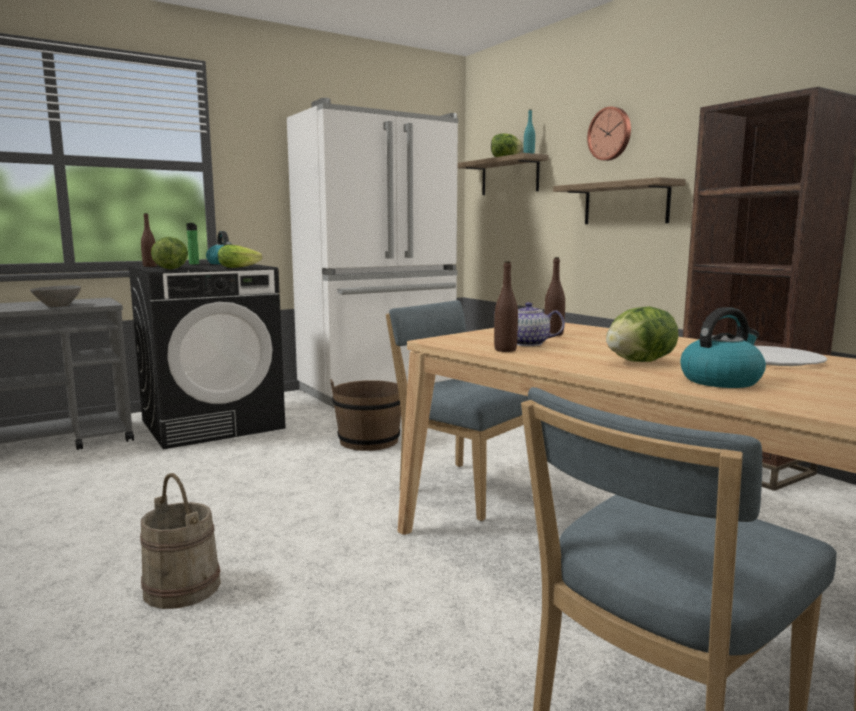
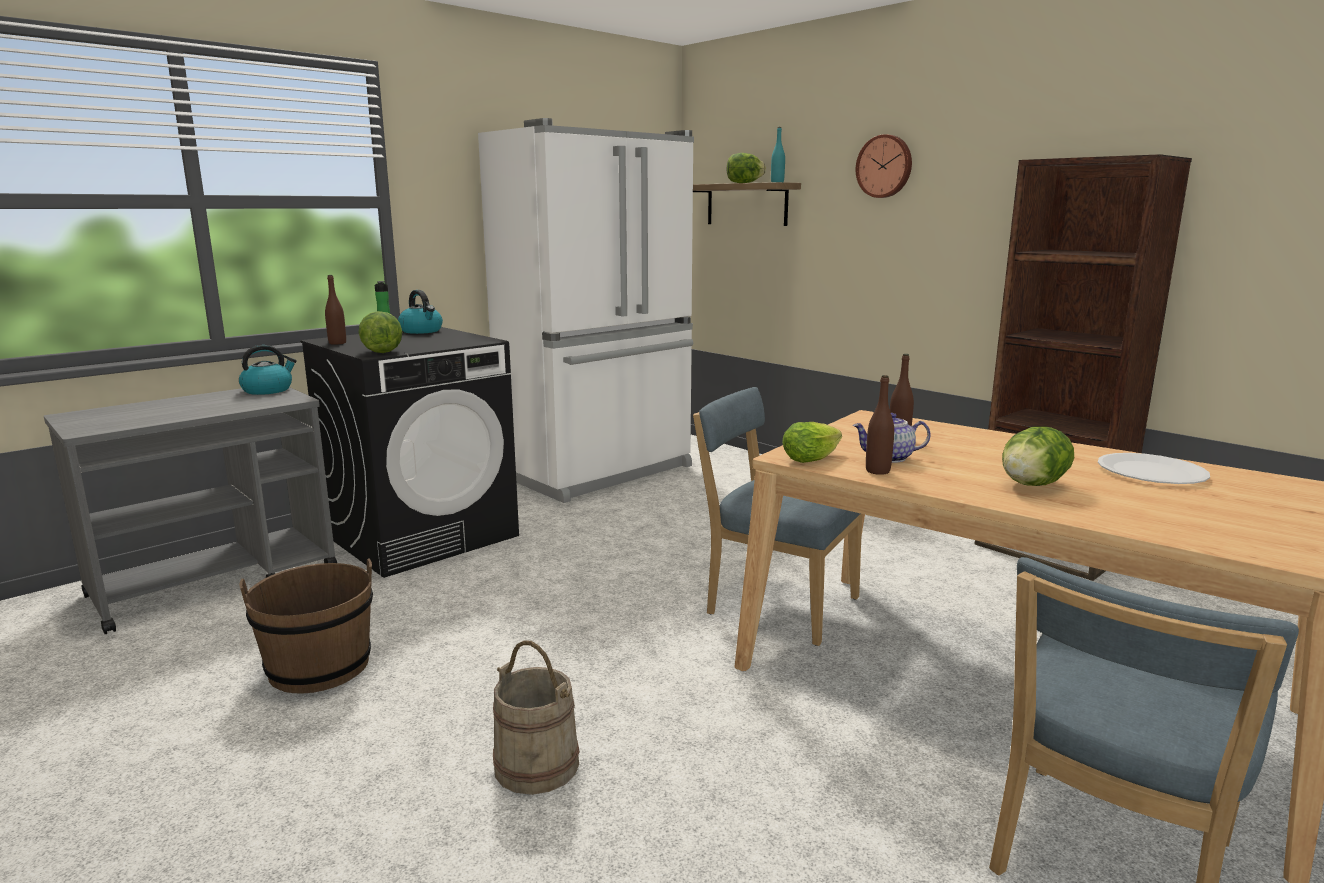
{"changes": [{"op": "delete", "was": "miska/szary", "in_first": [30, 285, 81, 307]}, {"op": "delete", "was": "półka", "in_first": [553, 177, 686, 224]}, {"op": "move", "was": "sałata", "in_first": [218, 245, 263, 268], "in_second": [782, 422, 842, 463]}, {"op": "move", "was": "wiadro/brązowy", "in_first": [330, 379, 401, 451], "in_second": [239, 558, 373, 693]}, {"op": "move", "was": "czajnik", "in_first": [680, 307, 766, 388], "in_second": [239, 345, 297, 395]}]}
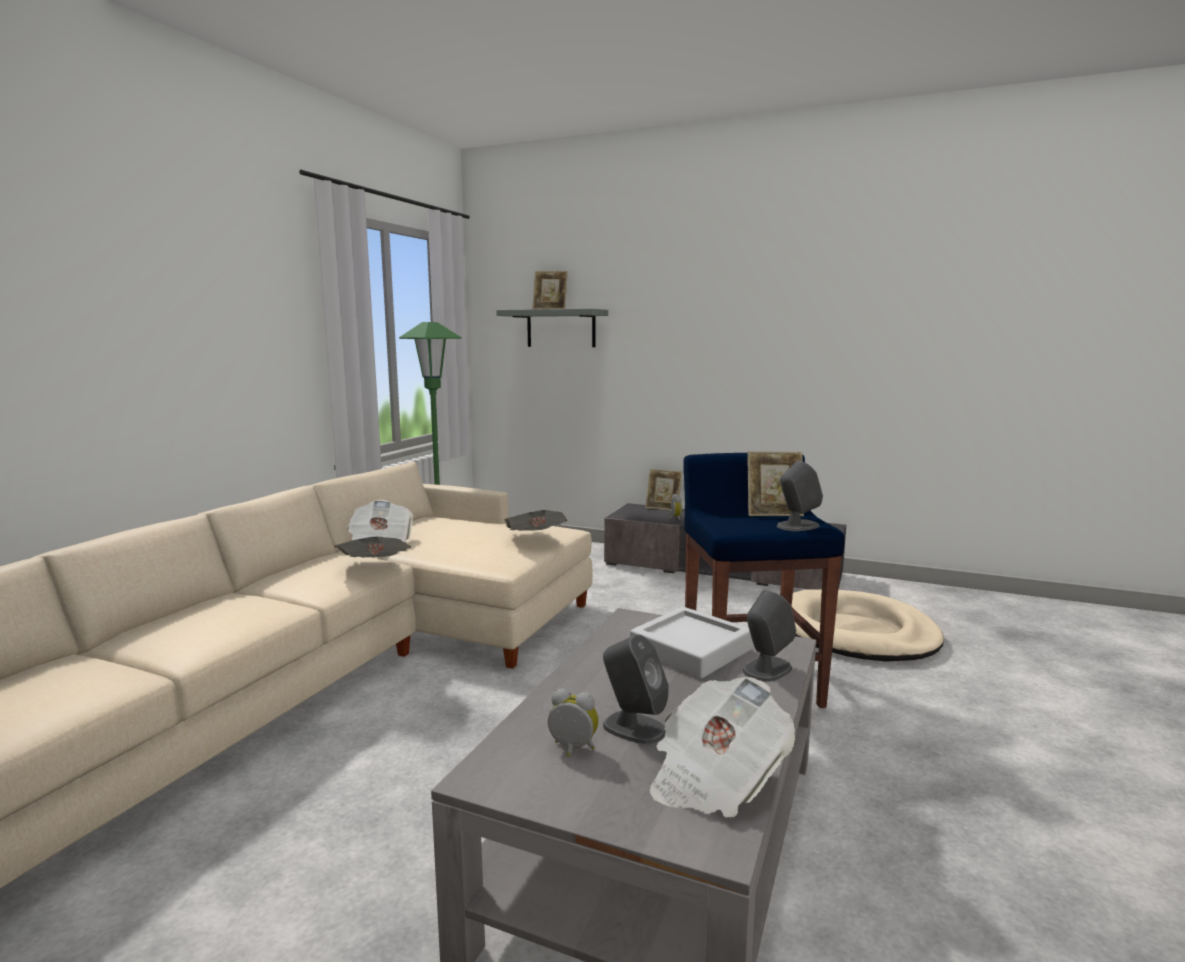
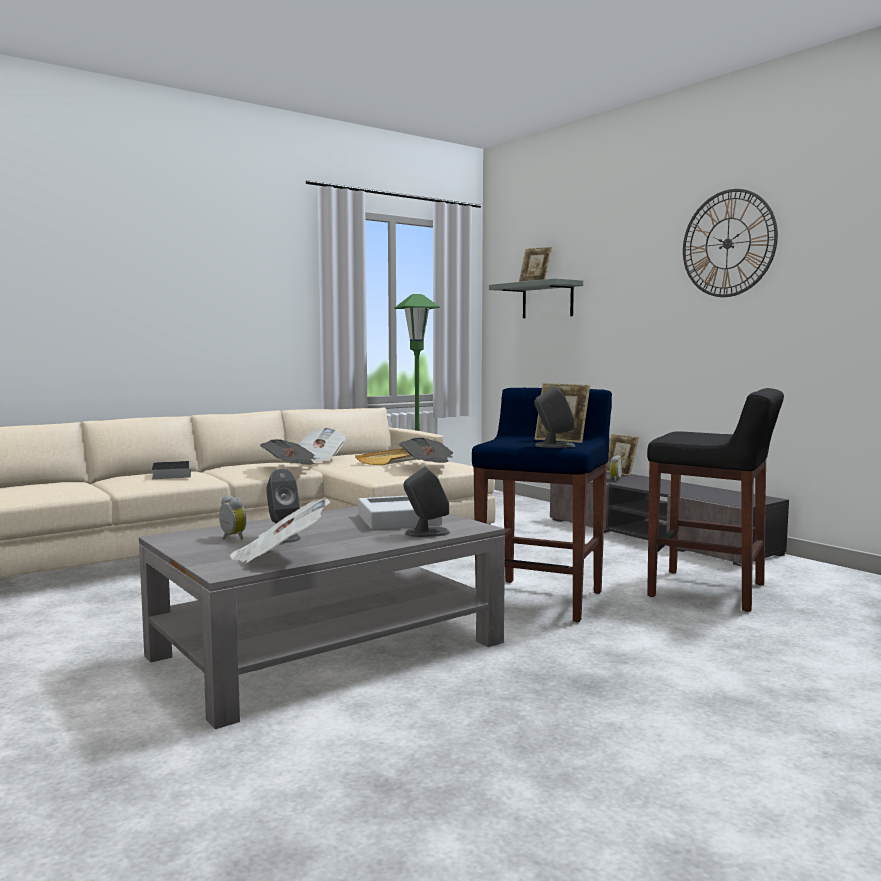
{"changes": [{"op": "insert", "now": "książka", "in_second": [151, 461, 191, 479]}, {"op": "insert", "now": "taca/beżowy", "in_second": [355, 448, 415, 465]}, {"op": "insert", "now": "zegar ścienny", "in_second": [683, 189, 778, 297]}, {"op": "replace", "was": "legowisko/beżowy", "now": "stołek/czarny", "in_first": [792, 589, 944, 662], "in_second": [647, 388, 784, 612]}]}
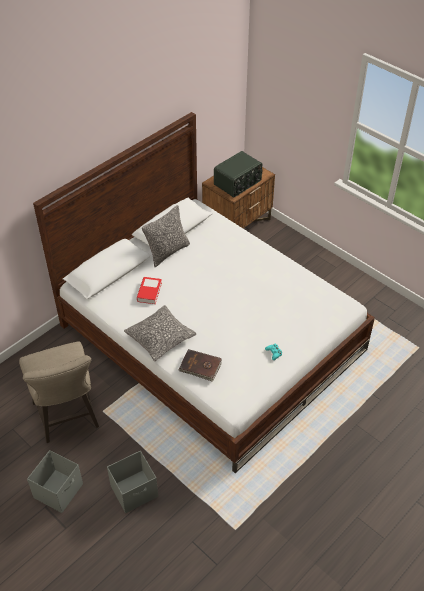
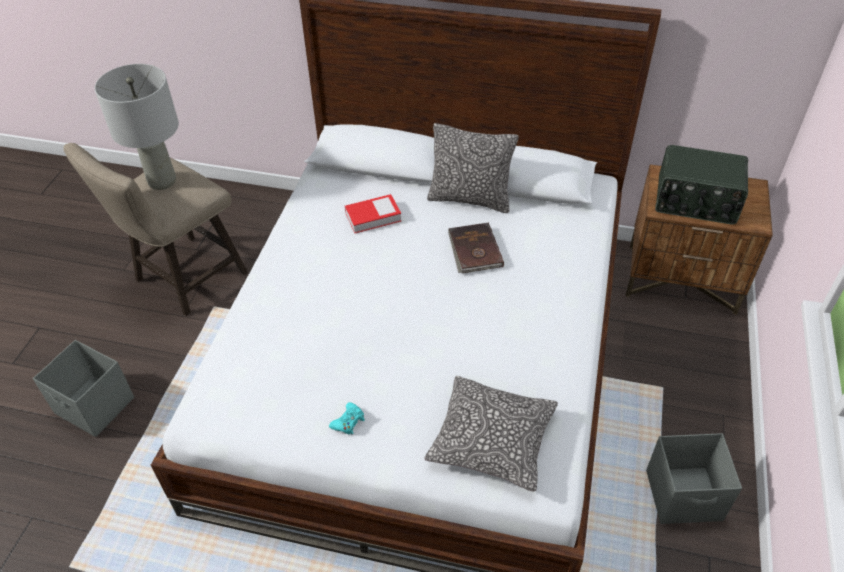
{"changes": [{"op": "insert", "now": "lampa stołowa/szary", "in_second": [94, 64, 179, 190]}, {"op": "move", "was": "pojemnik do przechowywania/szary", "in_first": [27, 450, 83, 513], "in_second": [646, 433, 742, 524]}, {"op": "move", "was": "poduszka", "in_first": [124, 305, 196, 361], "in_second": [424, 376, 558, 492]}, {"op": "move", "was": "książka/brązowy", "in_first": [179, 349, 222, 382], "in_second": [448, 222, 504, 273]}]}
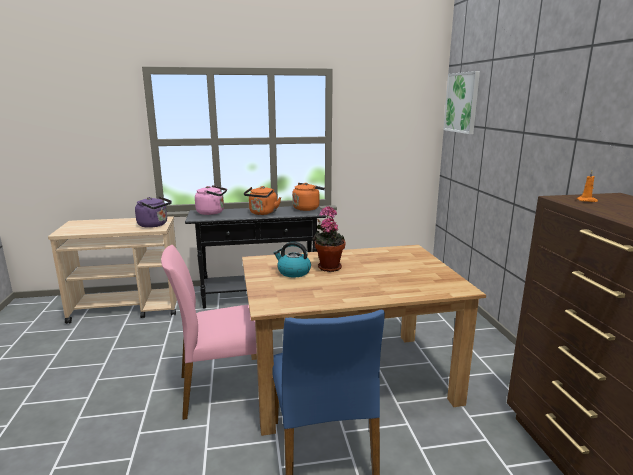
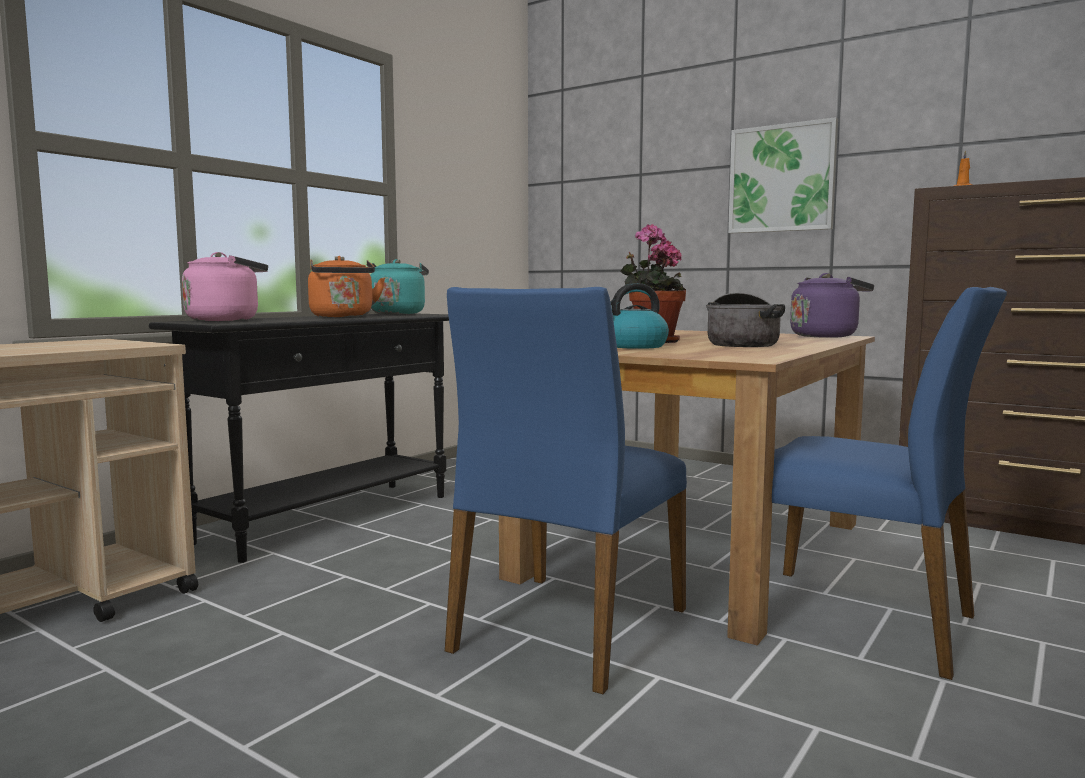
{"changes": [{"op": "insert", "now": "garnek", "in_second": [706, 293, 785, 347]}, {"op": "move", "was": "czajnik/fioletowy", "in_first": [135, 196, 172, 228], "in_second": [790, 273, 874, 338]}, {"op": "move", "was": "obraz", "in_first": [443, 71, 480, 134], "in_second": [728, 117, 838, 233]}, {"op": "recolor", "was": "krzesło/różowy", "now": "krzesło/niebieski", "in_first": [161, 245, 257, 420], "in_second": [445, 287, 687, 694]}, {"op": "recolor", "was": "czajnik/pomarańczowy", "now": "czajnik/turkusowy", "in_first": [292, 183, 325, 211], "in_second": [370, 259, 429, 314]}]}
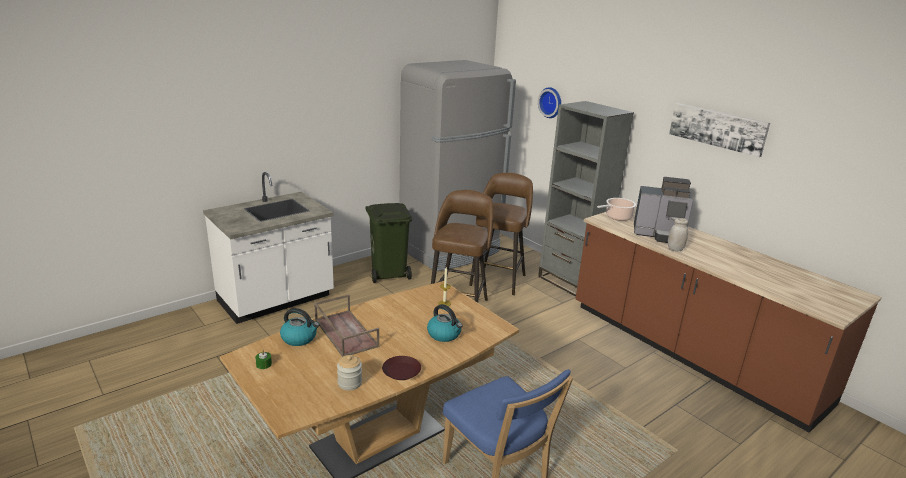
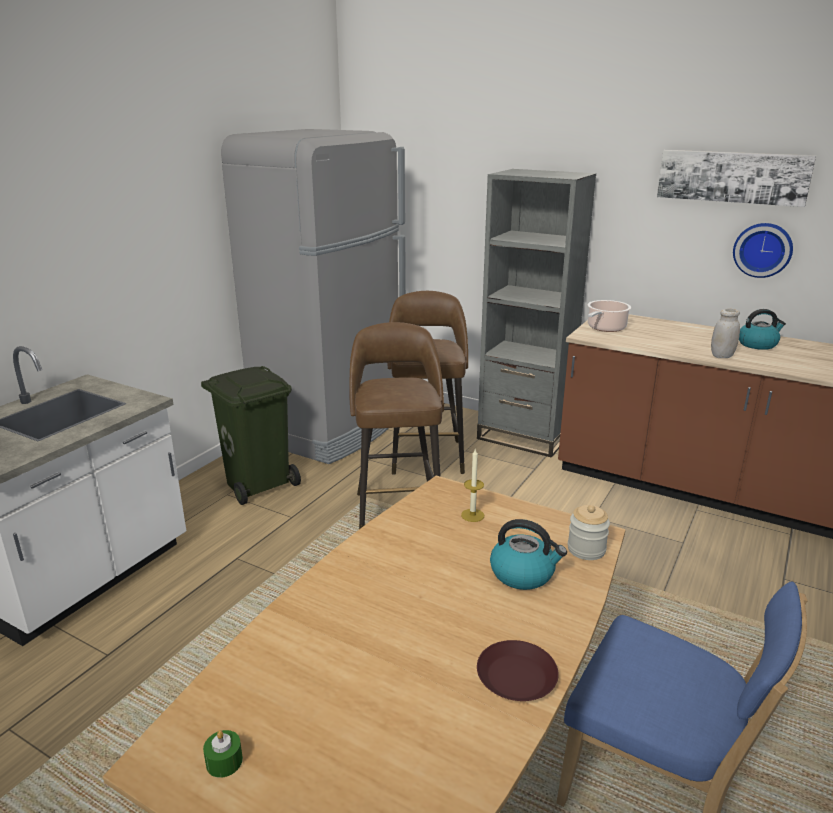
{"changes": [{"op": "delete", "was": "taca/brązowy", "in_first": [314, 295, 380, 357]}, {"op": "delete", "was": "ekspres do kawy", "in_first": [634, 177, 694, 243]}, {"op": "move", "was": "czajnik", "in_first": [280, 308, 319, 346], "in_second": [739, 309, 786, 350]}, {"op": "move", "was": "słoik", "in_first": [337, 355, 362, 390], "in_second": [568, 505, 610, 560]}, {"op": "move", "was": "zegar ścienny", "in_first": [538, 87, 561, 118], "in_second": [733, 223, 793, 278]}]}
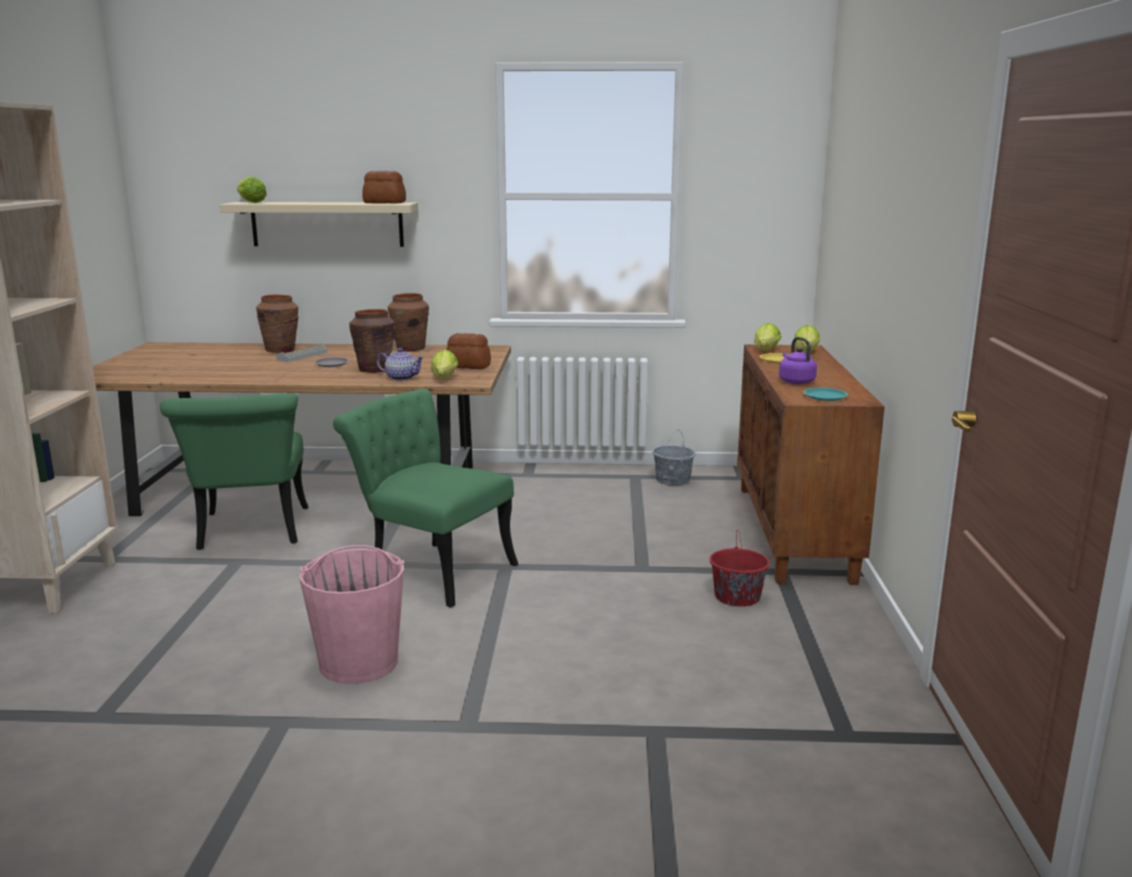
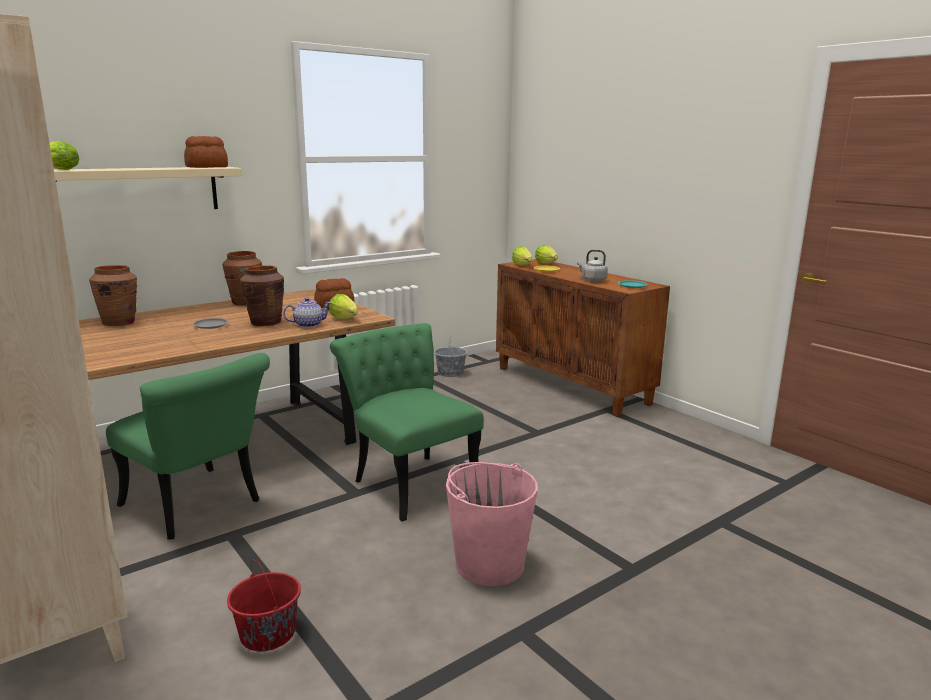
{"changes": [{"op": "delete", "was": "taca/szary", "in_first": [276, 343, 328, 363]}, {"op": "move", "was": "wiadro/czerwony", "in_first": [710, 531, 770, 606], "in_second": [227, 559, 301, 651]}, {"op": "recolor", "was": "czajnik/fioletowy", "now": "czajnik/szary", "in_first": [779, 337, 817, 384], "in_second": [577, 250, 608, 282]}, {"op": "rotate", "was": "krzesło/zielony", "in_first": [333, 389, 518, 608], "in_second": [330, 323, 484, 521], "clockwise": 60}]}
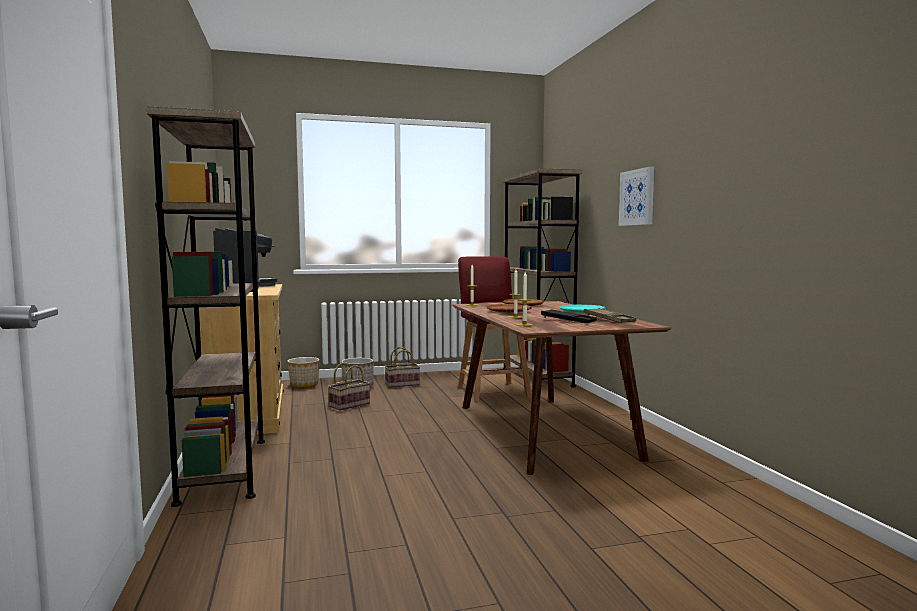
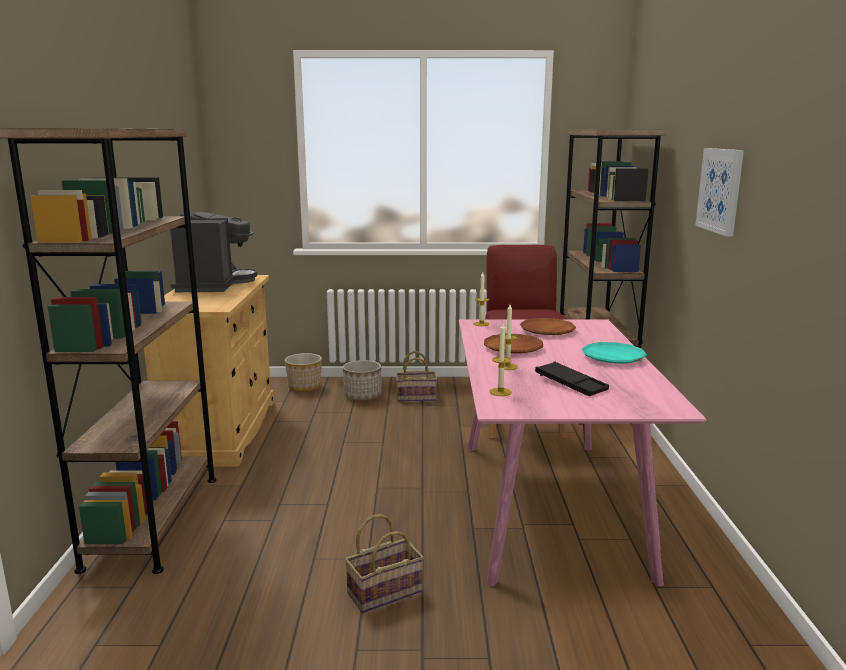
{"changes": [{"op": "delete", "was": "taca/brązowy", "in_first": [584, 308, 636, 323]}, {"op": "move", "was": "koszyk", "in_first": [328, 363, 370, 411], "in_second": [345, 514, 424, 613]}, {"op": "recolor", "was": "stół jadalny/brązowy", "now": "stół jadalny/różowy", "in_first": [452, 301, 671, 475], "in_second": [459, 319, 706, 586]}]}
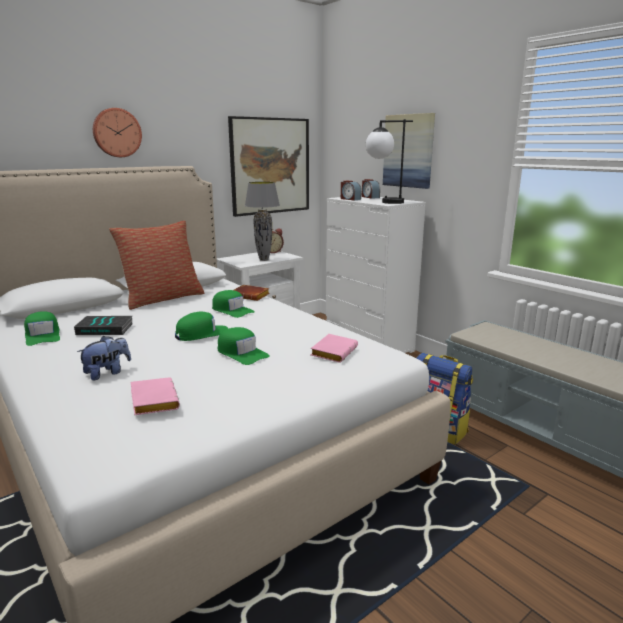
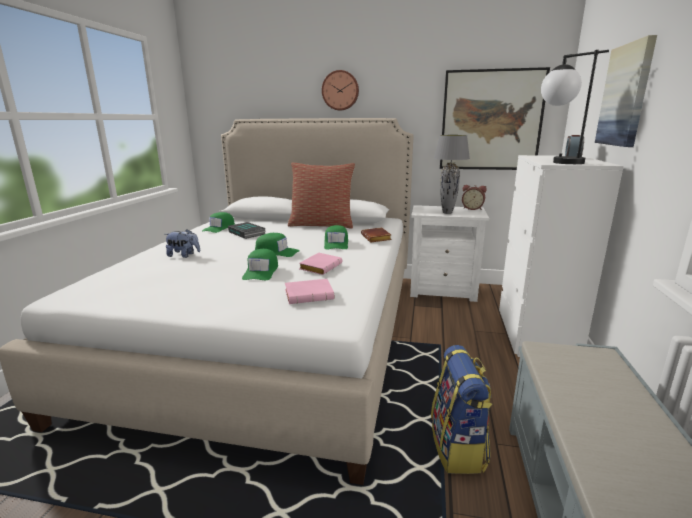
{"changes": [{"op": "delete", "was": "budzik", "in_first": [341, 181, 361, 201]}, {"op": "move", "was": "książka/różowy", "in_first": [131, 377, 180, 415], "in_second": [299, 253, 342, 275]}]}
